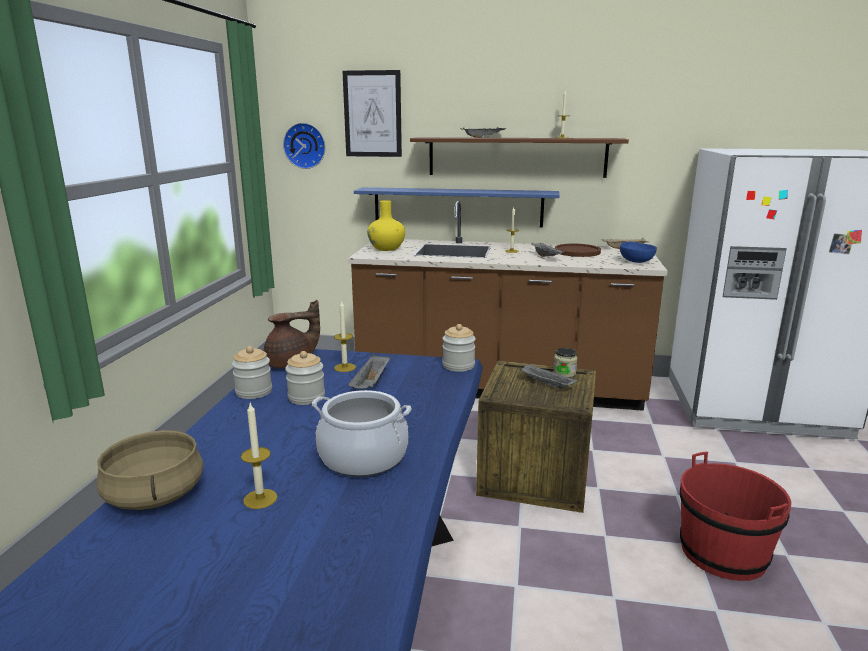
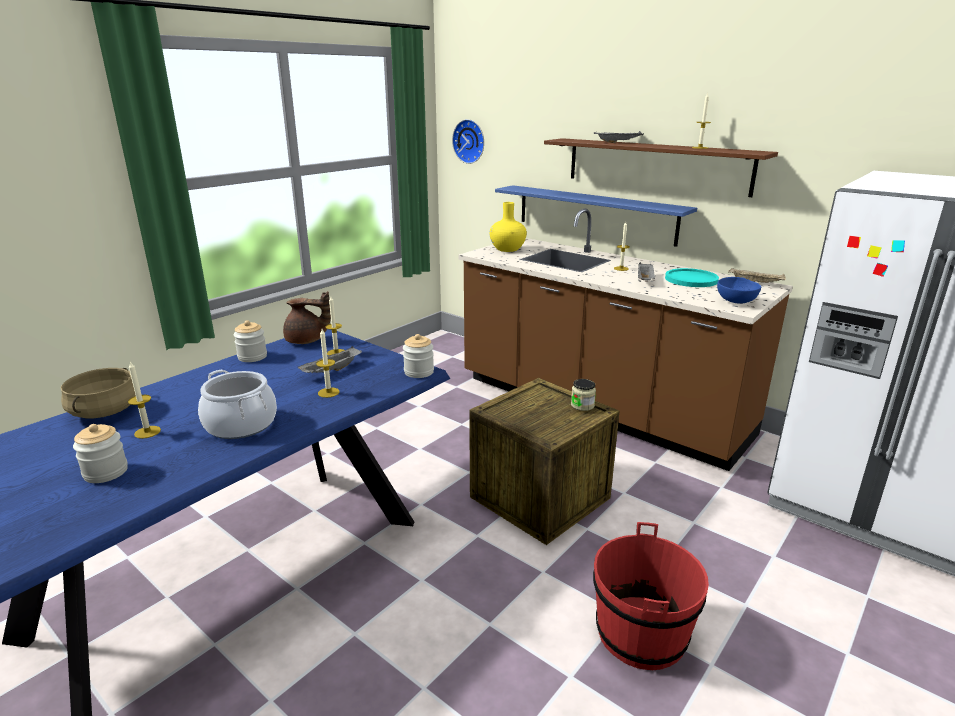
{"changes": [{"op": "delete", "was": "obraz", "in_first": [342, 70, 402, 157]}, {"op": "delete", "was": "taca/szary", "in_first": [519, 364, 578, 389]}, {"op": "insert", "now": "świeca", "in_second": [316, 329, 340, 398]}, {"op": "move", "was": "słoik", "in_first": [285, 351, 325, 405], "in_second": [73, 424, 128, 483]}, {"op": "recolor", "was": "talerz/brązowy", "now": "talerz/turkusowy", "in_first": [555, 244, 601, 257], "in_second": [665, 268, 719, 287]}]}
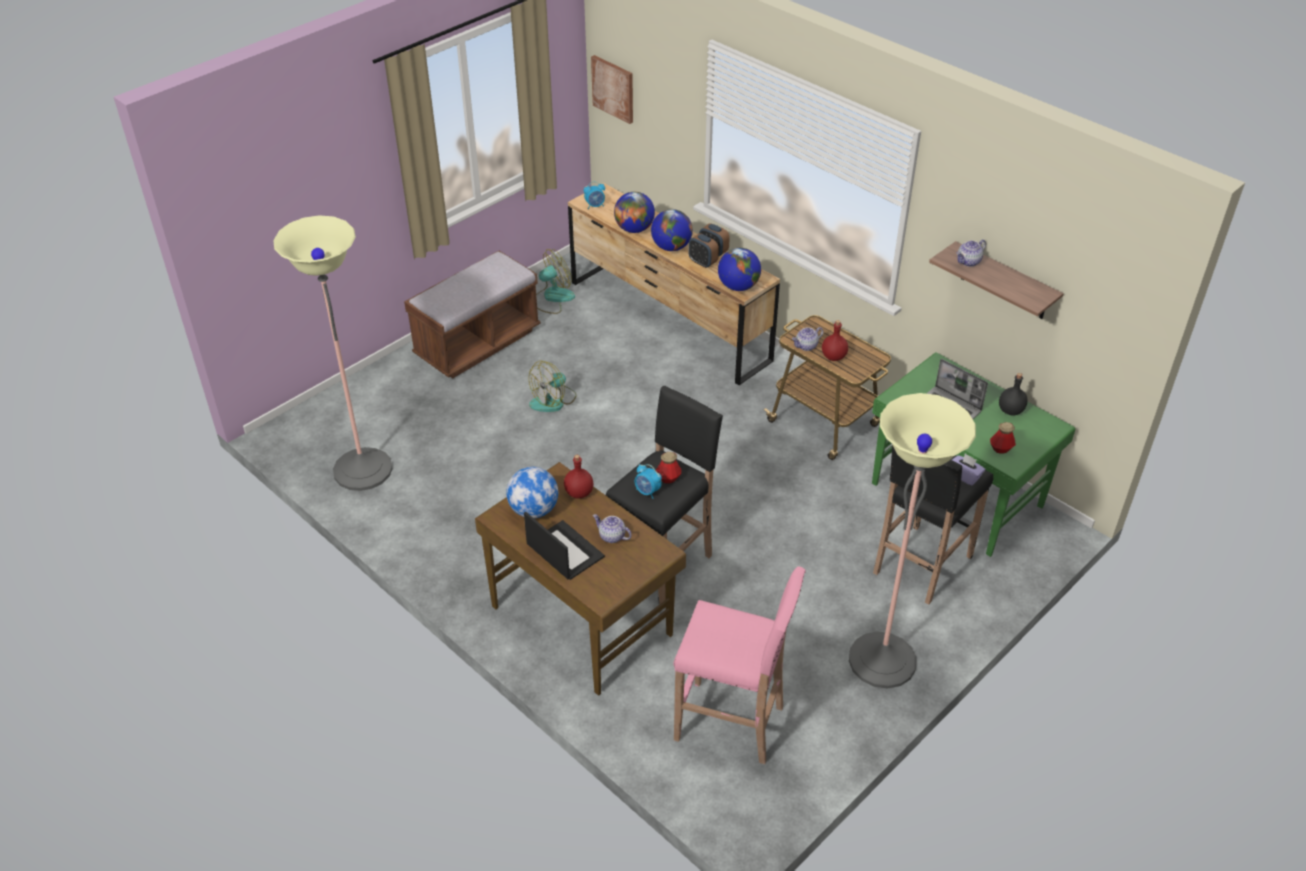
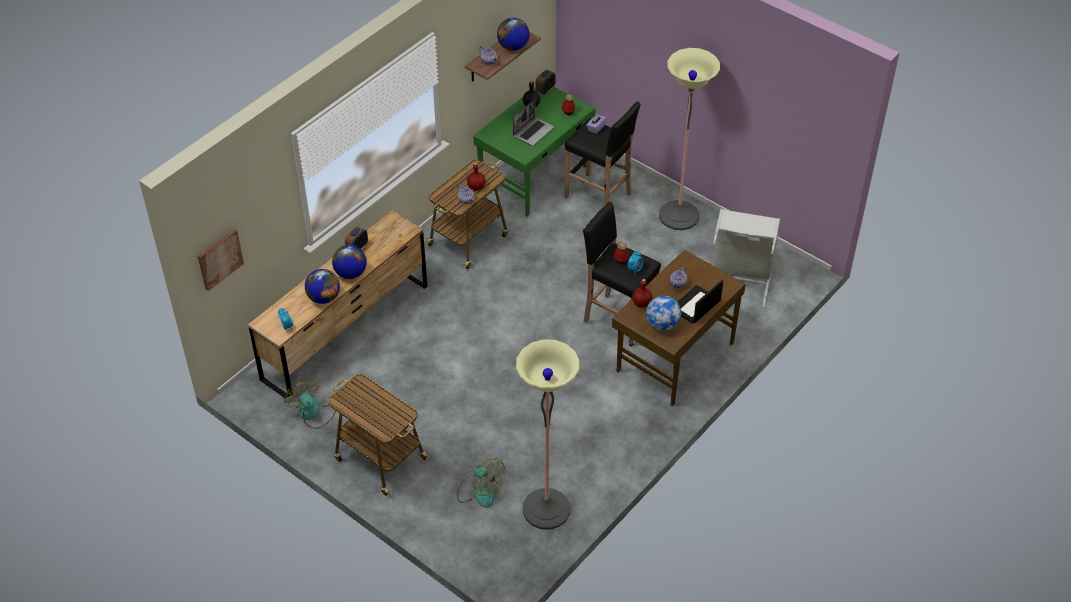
{"changes": [{"op": "move", "was": "wentylator", "in_first": [529, 361, 577, 412], "in_second": [457, 458, 506, 508]}, {"op": "move", "was": "budzik", "in_first": [688, 233, 719, 268], "in_second": [536, 69, 556, 95]}, {"op": "move", "was": "globus", "in_first": [718, 248, 761, 291], "in_second": [497, 18, 529, 51]}, {"op": "replace", "was": "ławka/brązowy", "now": "wózek", "in_first": [404, 251, 541, 379], "in_second": [328, 374, 430, 496]}, {"op": "replace", "was": "stołek/różowy", "now": "kosz na pranie/szary", "in_first": [674, 566, 806, 764], "in_second": [713, 209, 780, 308]}]}
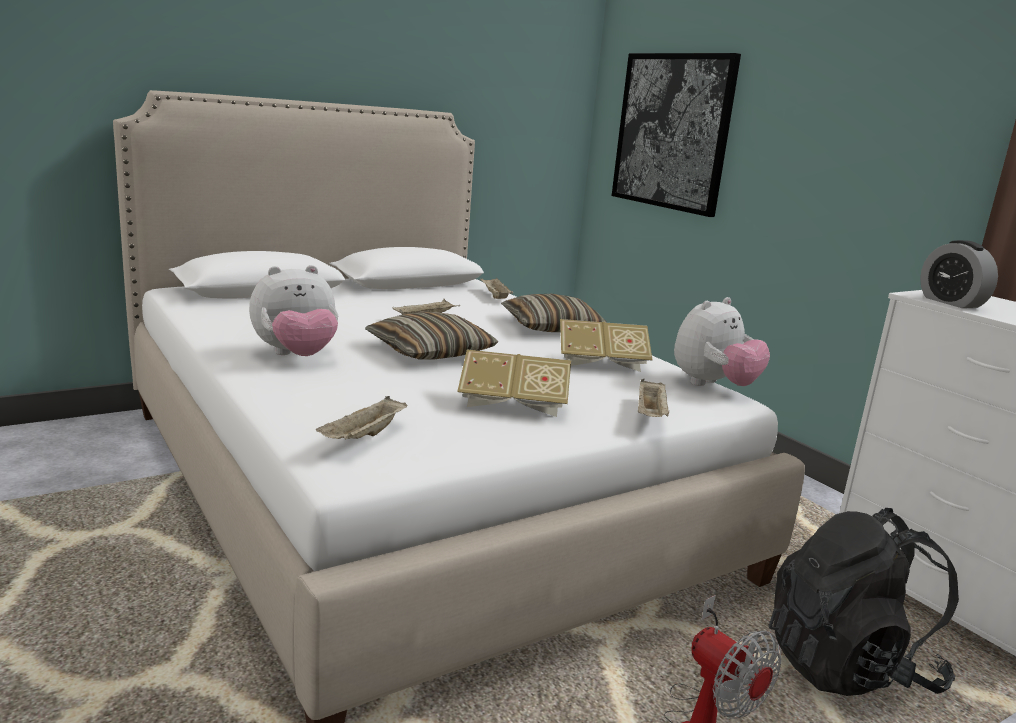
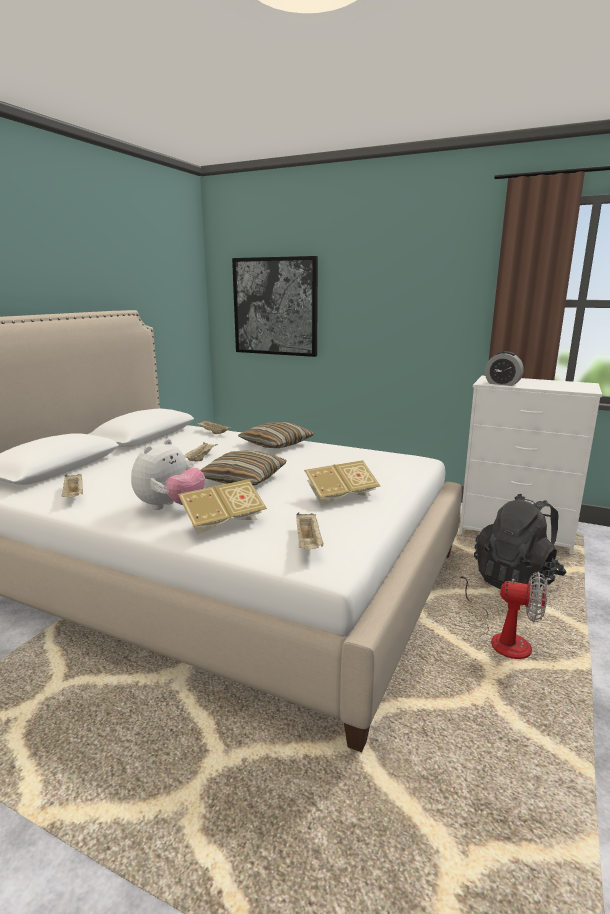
{"changes": [{"op": "delete", "was": "pluszak", "in_first": [674, 297, 770, 386]}, {"op": "move", "was": "książka", "in_first": [560, 319, 652, 372], "in_second": [178, 479, 267, 535]}, {"op": "move", "was": "taca/beżowy", "in_first": [638, 379, 670, 417], "in_second": [62, 474, 83, 497]}]}
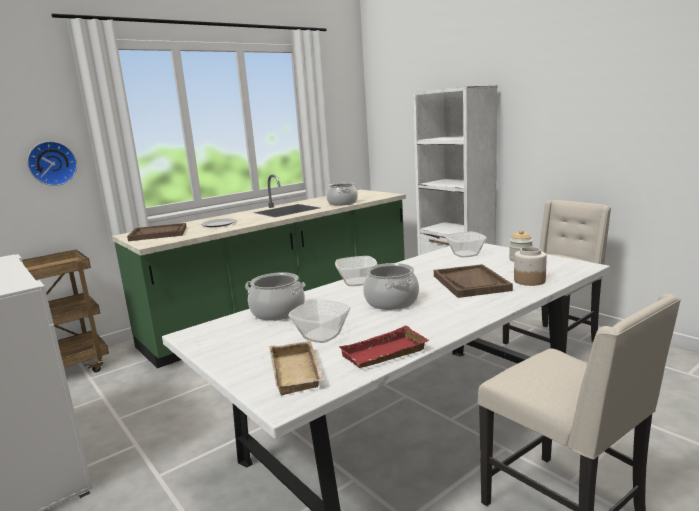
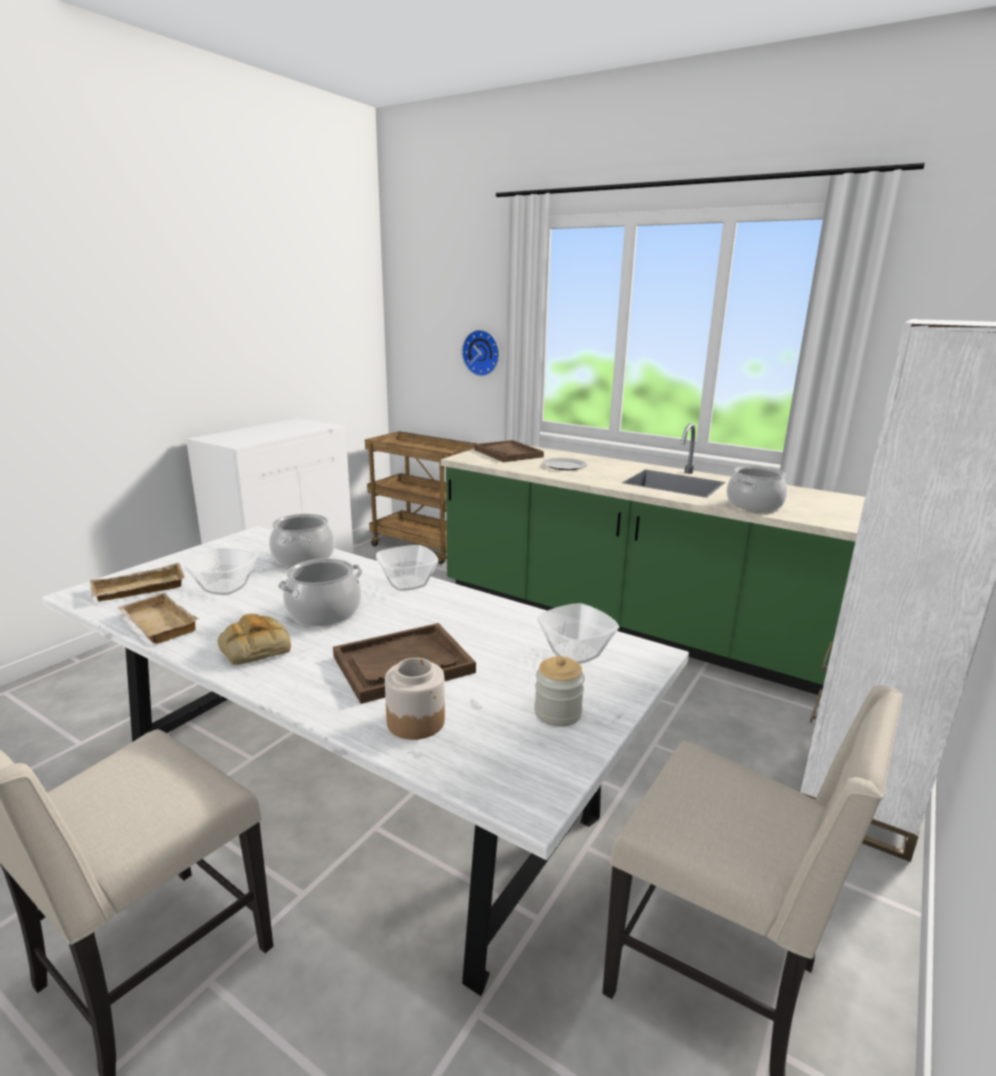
{"changes": [{"op": "insert", "now": "chleb", "in_second": [218, 614, 291, 665]}, {"op": "recolor", "was": "taca/czerwony", "now": "taca/beżowy", "in_first": [338, 325, 430, 368], "in_second": [117, 593, 199, 644]}]}
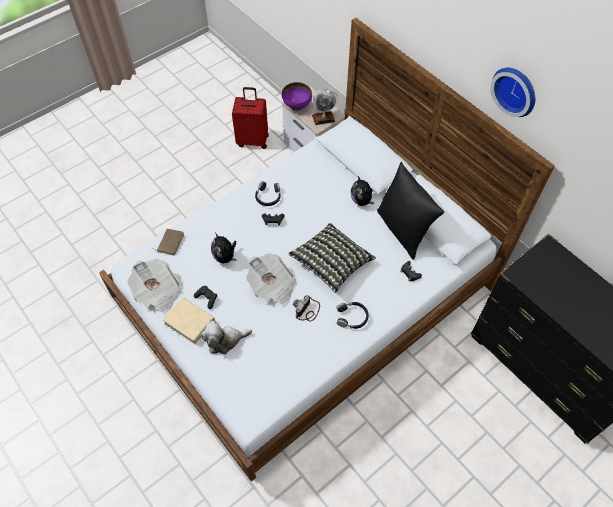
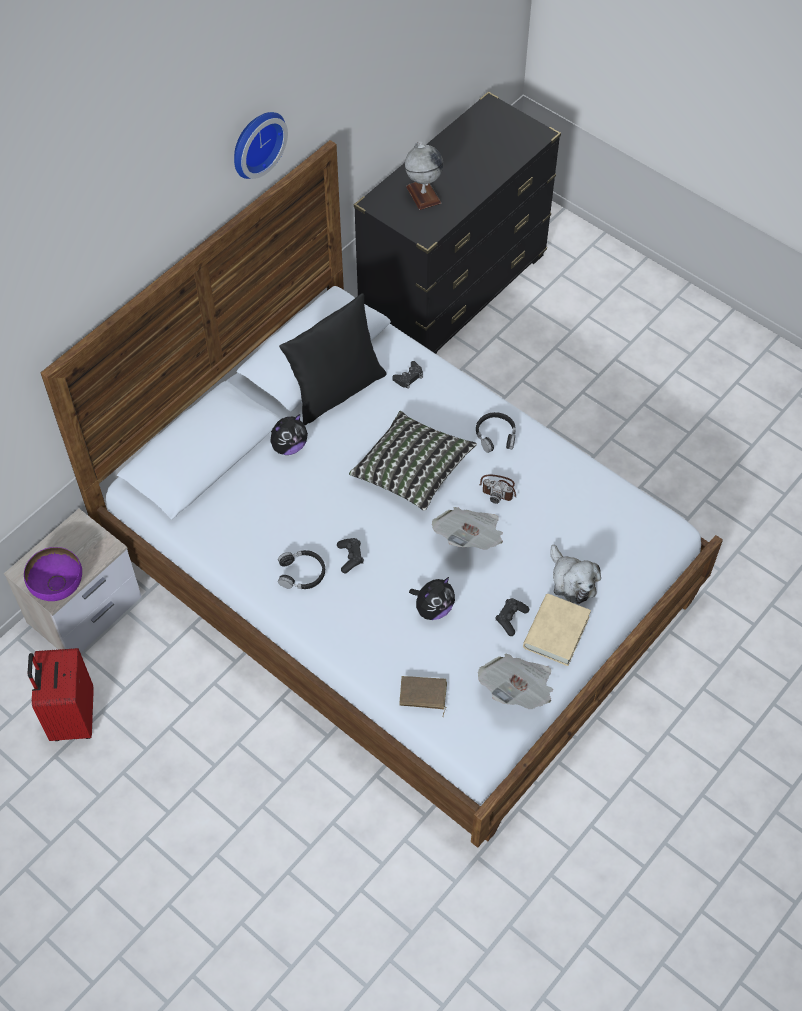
{"changes": [{"op": "move", "was": "globus", "in_first": [312, 88, 338, 125], "in_second": [405, 141, 443, 210]}]}
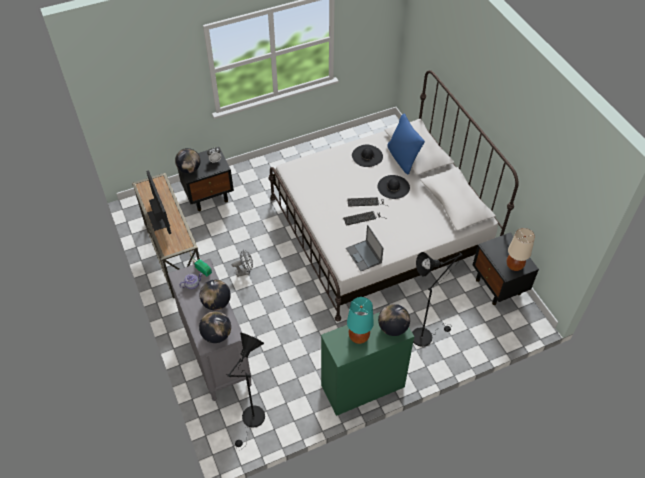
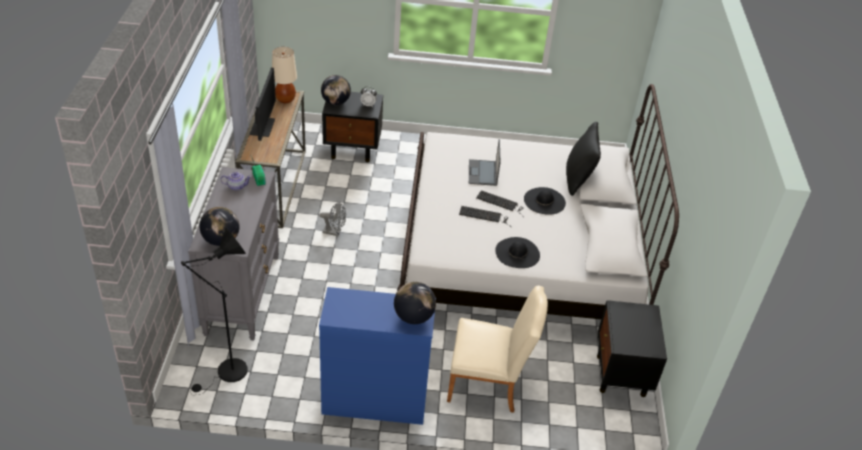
{"changes": [{"op": "delete", "was": "globus", "in_first": [200, 280, 231, 310]}, {"op": "delete", "was": "lampa stołowa/turkusowy", "in_first": [347, 297, 374, 344]}, {"op": "move", "was": "laptop", "in_first": [346, 225, 384, 271], "in_second": [469, 139, 500, 186]}, {"op": "move", "was": "kapelusz/czarny", "in_first": [352, 145, 383, 167], "in_second": [496, 237, 540, 268]}, {"op": "move", "was": "lampa stołowa/beżowy", "in_first": [507, 228, 535, 271], "in_second": [272, 47, 297, 103]}, {"op": "replace", "was": "lampa stojąca/czarny", "now": "krzesło/beżowy", "in_first": [412, 252, 462, 347], "in_second": [447, 286, 548, 413]}, {"op": "recolor", "was": "komoda/zielony", "now": "komoda/niebieski", "in_first": [321, 312, 415, 416], "in_second": [319, 287, 435, 425]}, {"op": "recolor", "was": "poduszka/niebieski", "now": "poduszka/czarny", "in_first": [387, 113, 425, 174], "in_second": [566, 122, 601, 196]}]}
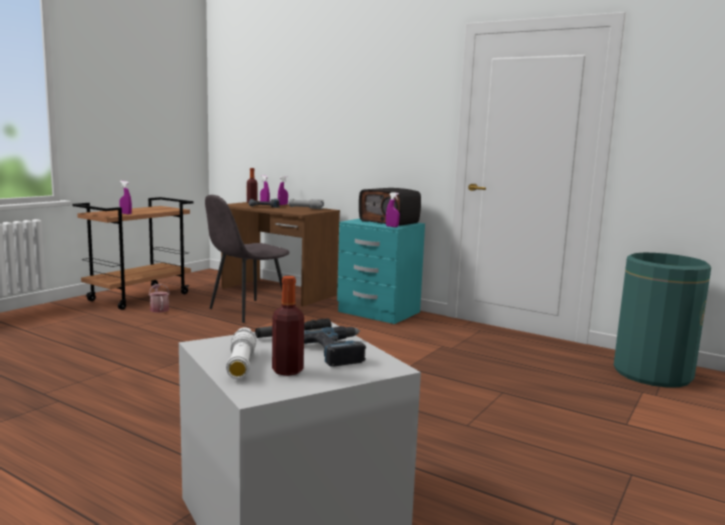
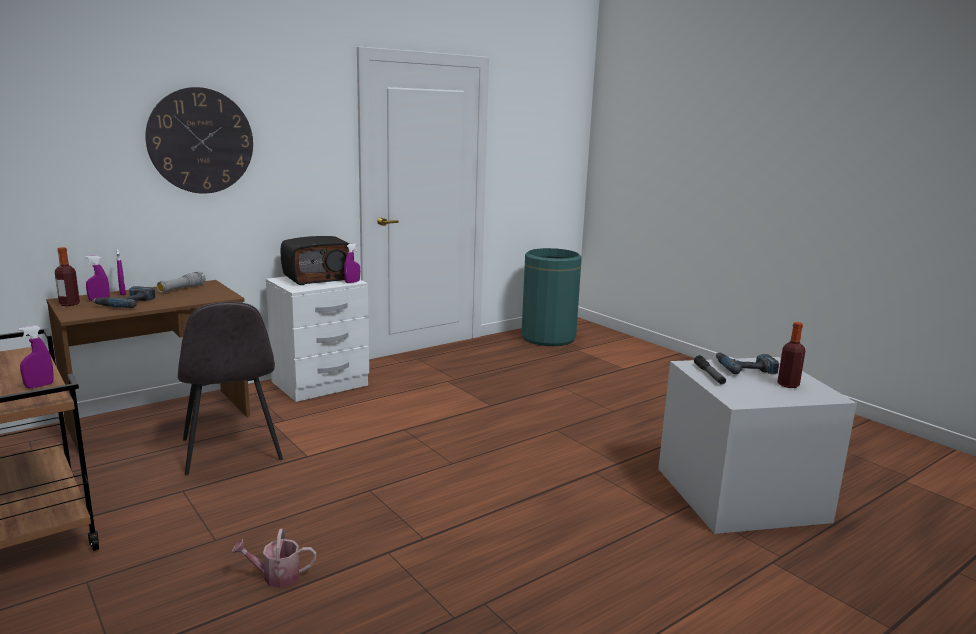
{"changes": [{"op": "delete", "was": "latarka/biały", "in_first": [226, 327, 256, 379]}, {"op": "insert", "now": "zegar ścienny", "in_second": [146, 87, 253, 194]}, {"op": "move", "was": "konewka", "in_first": [149, 284, 170, 313], "in_second": [231, 529, 316, 588]}, {"op": "recolor", "was": "szafka nocna/turkusowy", "now": "szafka nocna/biały", "in_first": [337, 219, 425, 324], "in_second": [266, 276, 369, 402]}]}
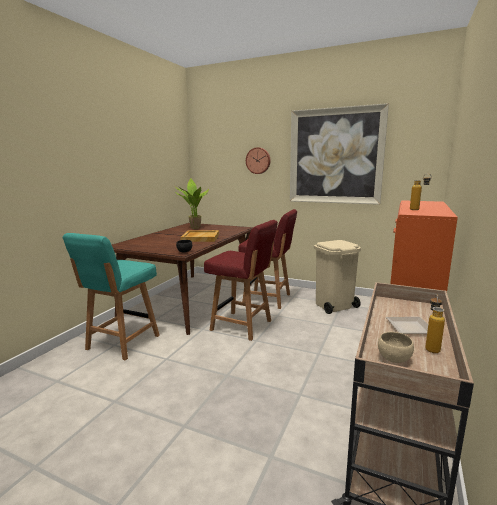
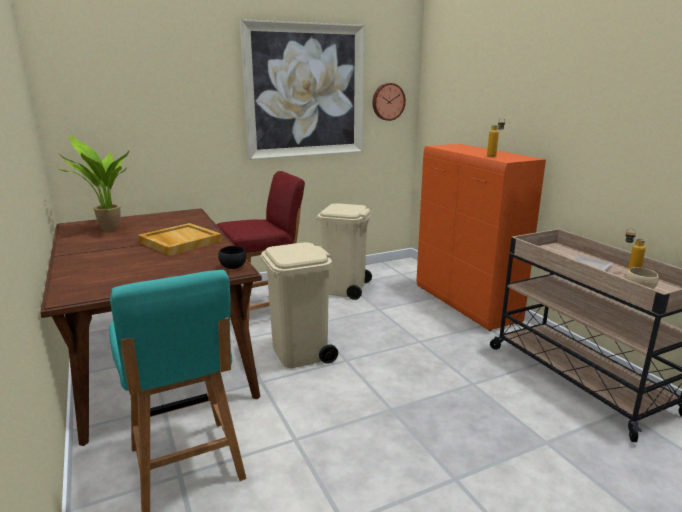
{"changes": [{"op": "move", "was": "zegar ścienny", "in_first": [246, 147, 270, 174], "in_second": [372, 83, 406, 121]}, {"op": "replace", "was": "krzesło/czerwony", "now": "kosz na śmieci/beżowy", "in_first": [204, 220, 278, 341], "in_second": [261, 242, 338, 368]}]}
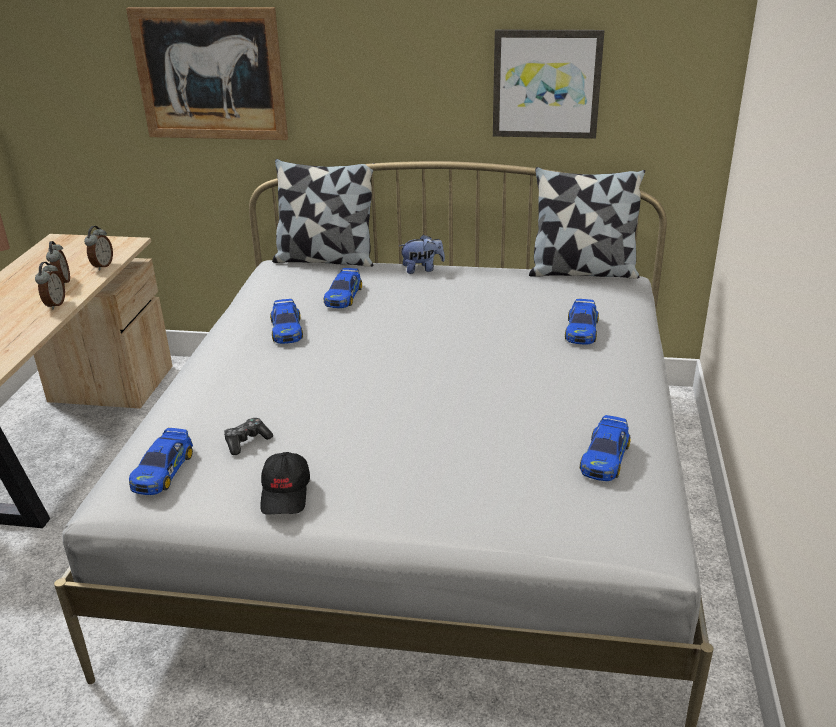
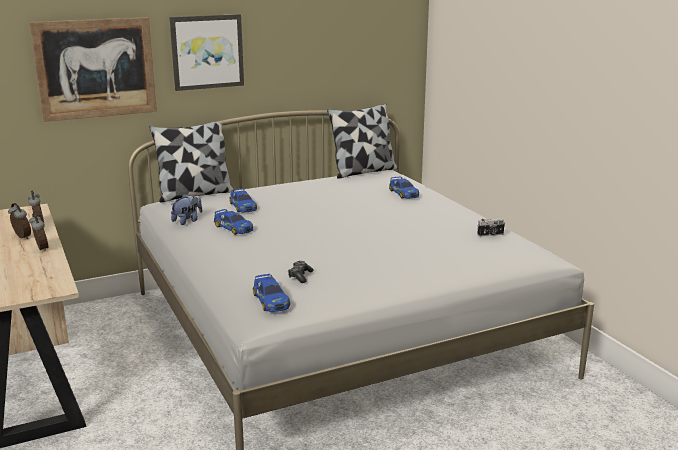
{"changes": [{"op": "delete", "was": "czapka z daszkiem/czarny", "in_first": [260, 452, 310, 515]}, {"op": "move", "was": "pluszak", "in_first": [399, 234, 445, 274], "in_second": [171, 194, 202, 225]}, {"op": "move", "was": "obraz", "in_first": [493, 30, 604, 139], "in_second": [170, 14, 244, 91]}, {"op": "replace", "was": "samochodzik", "now": "aparat fotograficzny", "in_first": [580, 415, 631, 481], "in_second": [477, 218, 505, 237]}]}
